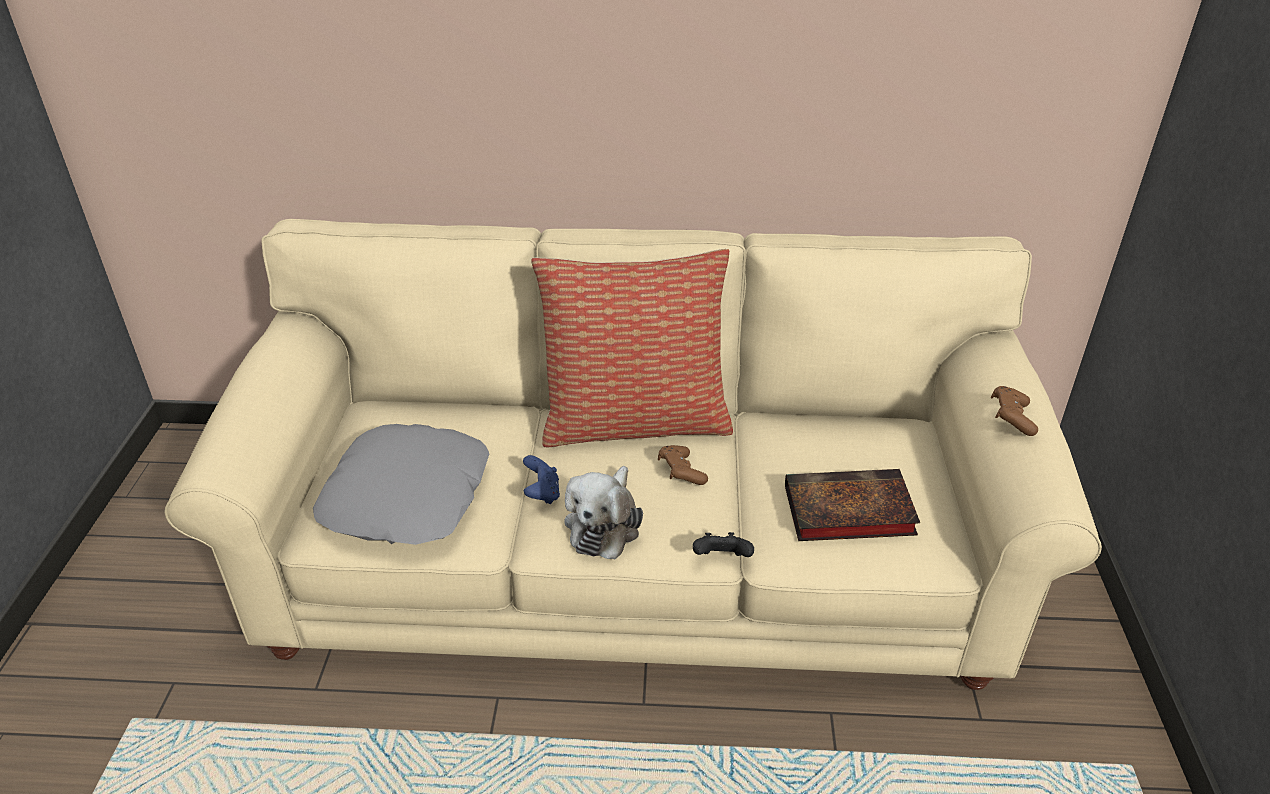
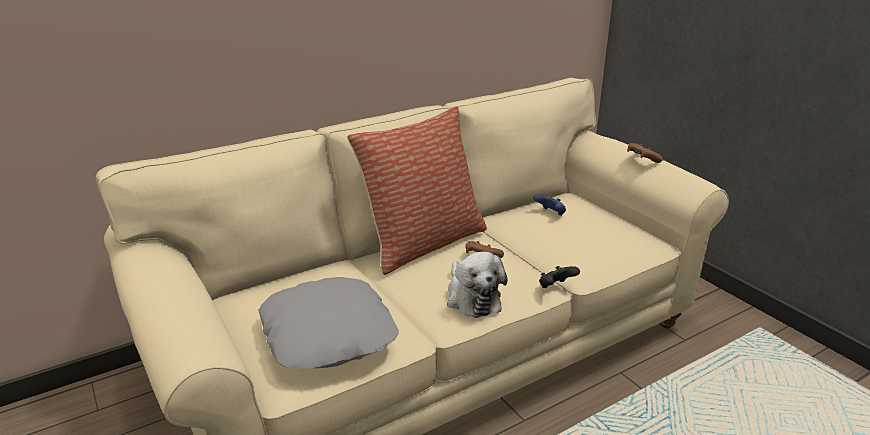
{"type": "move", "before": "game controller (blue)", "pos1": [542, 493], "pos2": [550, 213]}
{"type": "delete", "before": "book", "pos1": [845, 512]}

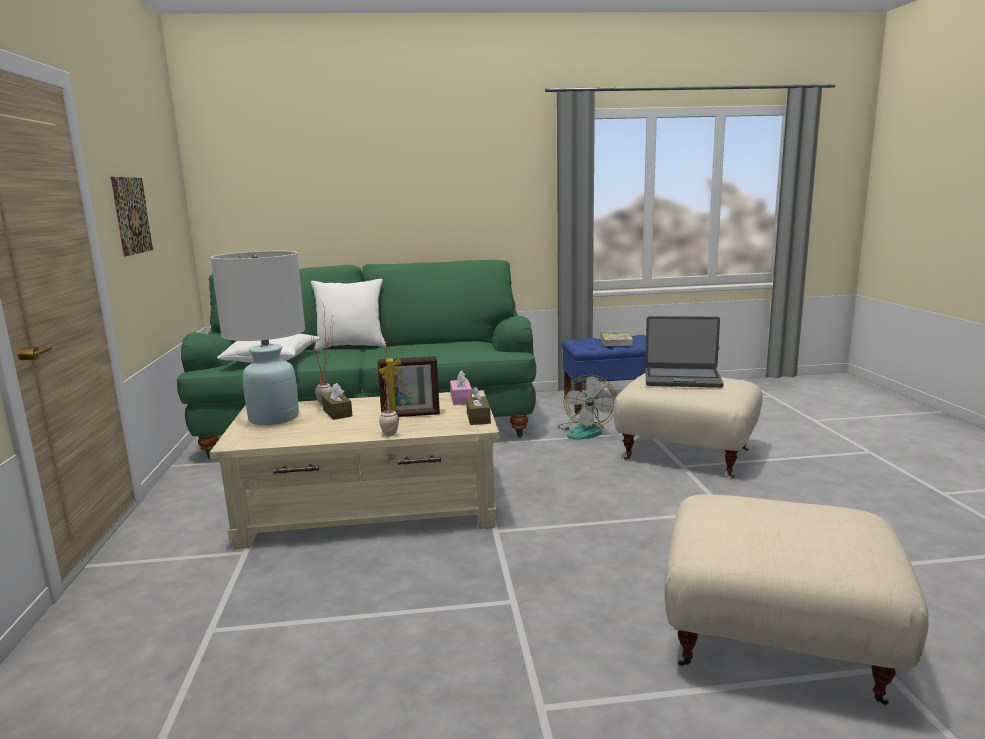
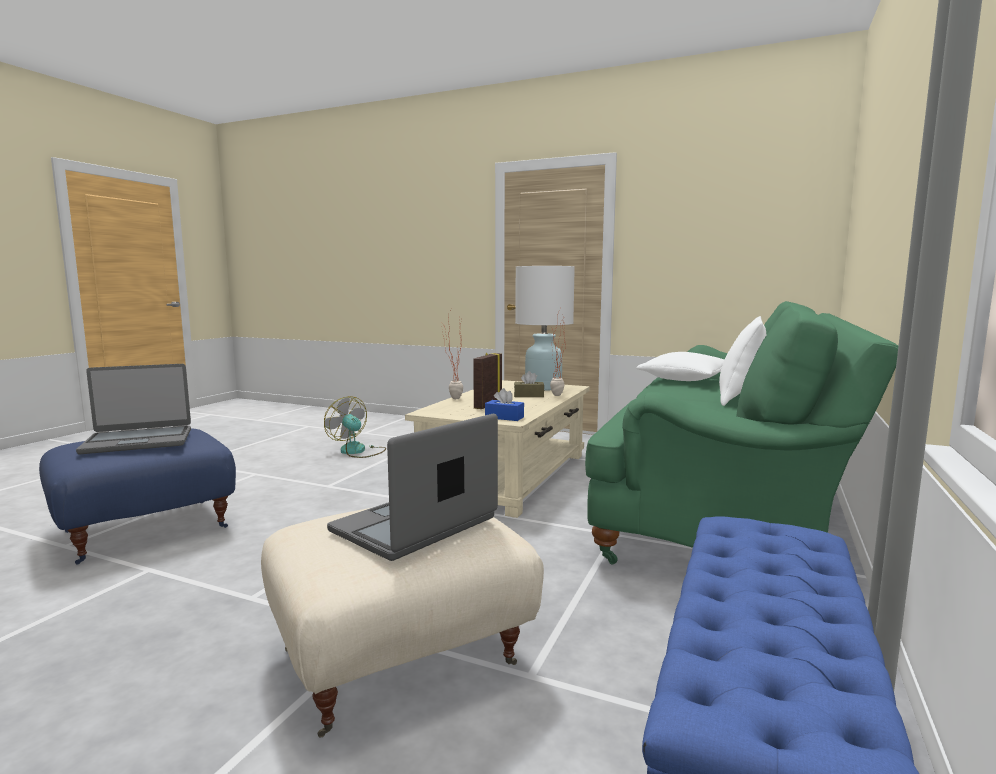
{"type": "recolor", "before": "ottoman (beige)", "after": "ottoman (blue)", "pos1": [775, 645], "pos2": [146, 528]}
{"type": "insert", "after": "laptop", "pos2": [138, 441]}
{"type": "move", "before": "fan", "pos1": [585, 431], "pos2": [357, 451]}
{"type": "recolor", "before": "tissue box (pink)", "after": "tissue box (blue)", "pos1": [461, 399], "pos2": [504, 417]}
{"type": "delete", "before": "picture", "pos1": [132, 215]}
{"type": "delete", "before": "tissue box (brown)", "pos1": [478, 418]}
{"type": "delete", "before": "book", "pos1": [616, 341]}

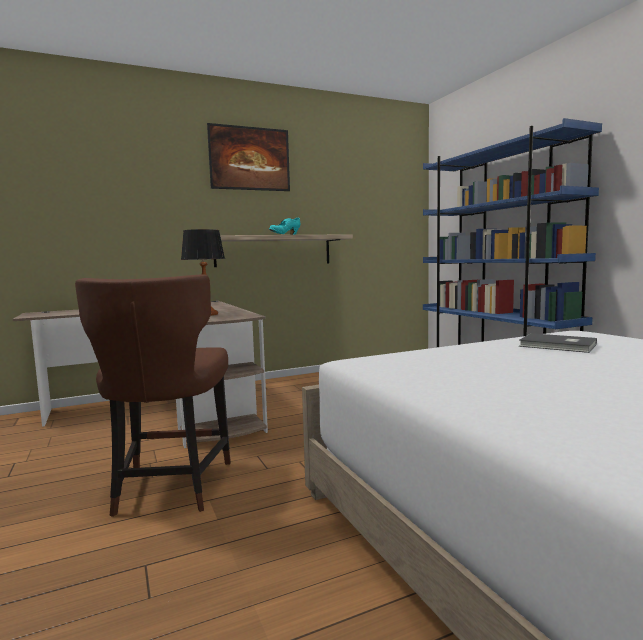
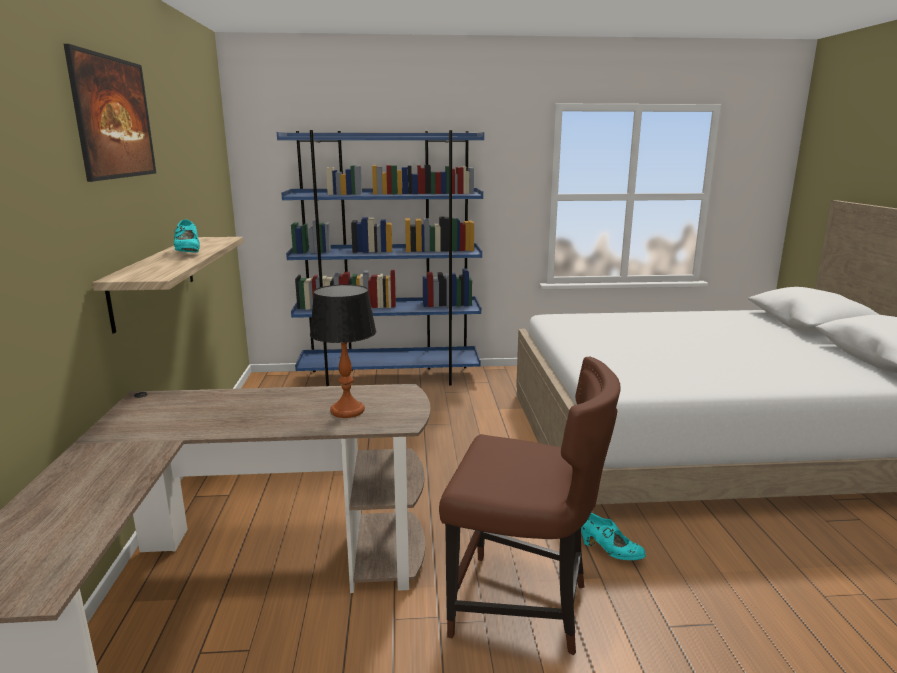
{"type": "insert", "after": "shoe (turquoise)", "pos2": [609, 551]}
{"type": "delete", "before": "book (grey)", "pos1": [558, 346]}

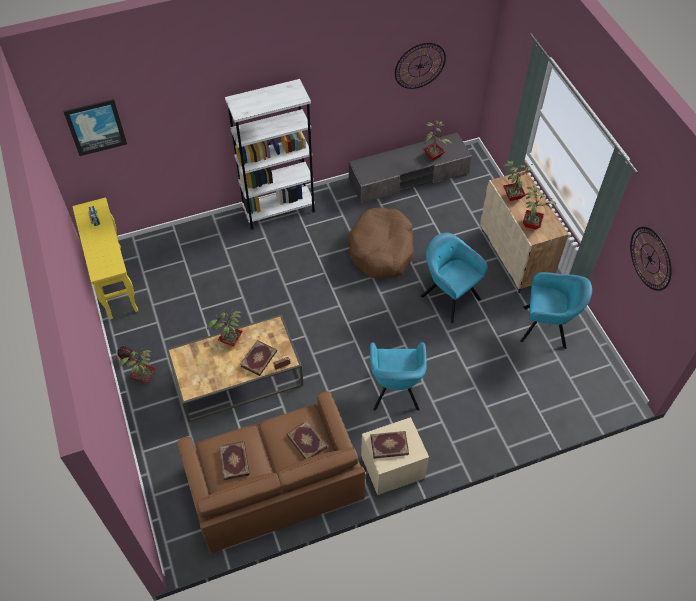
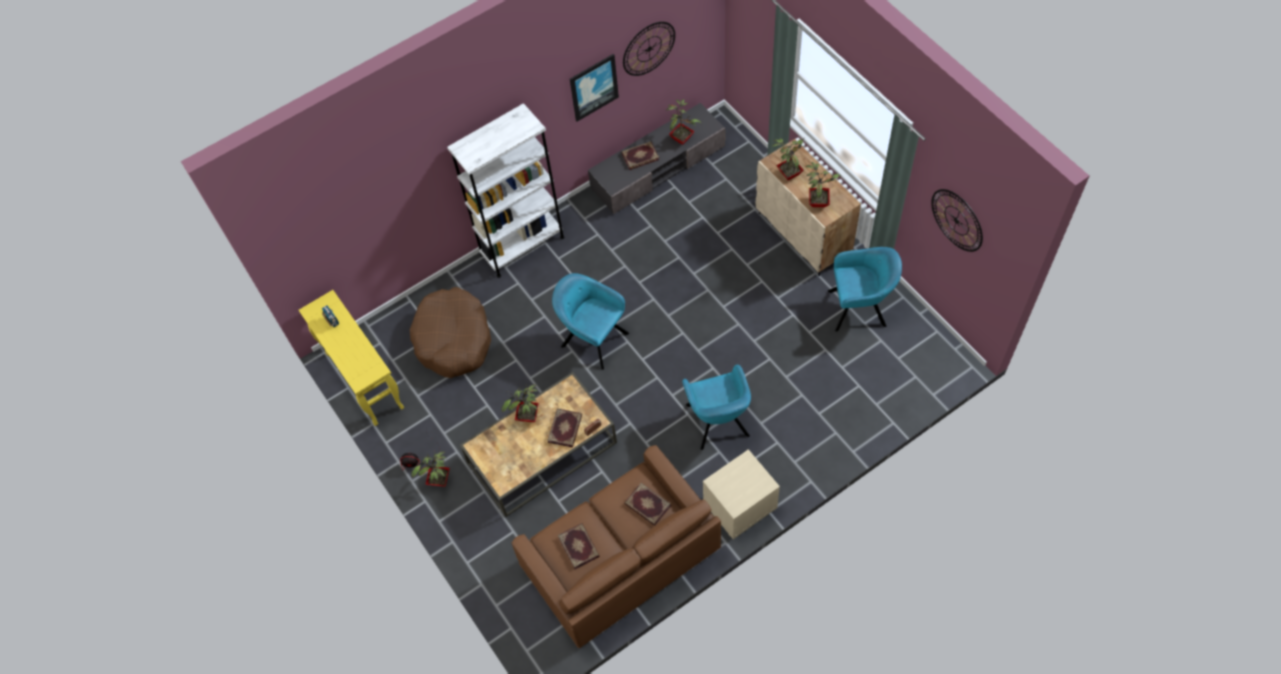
{"type": "move", "before": "dog bed (brown)", "pos1": [381, 250], "pos2": [453, 339]}
{"type": "move", "before": "armchair (turquoise)", "pos1": [448, 296], "pos2": [592, 338]}
{"type": "move", "before": "picture", "pos1": [96, 127], "pos2": [593, 87]}
{"type": "move", "before": "book", "pos1": [389, 444], "pos2": [640, 156]}

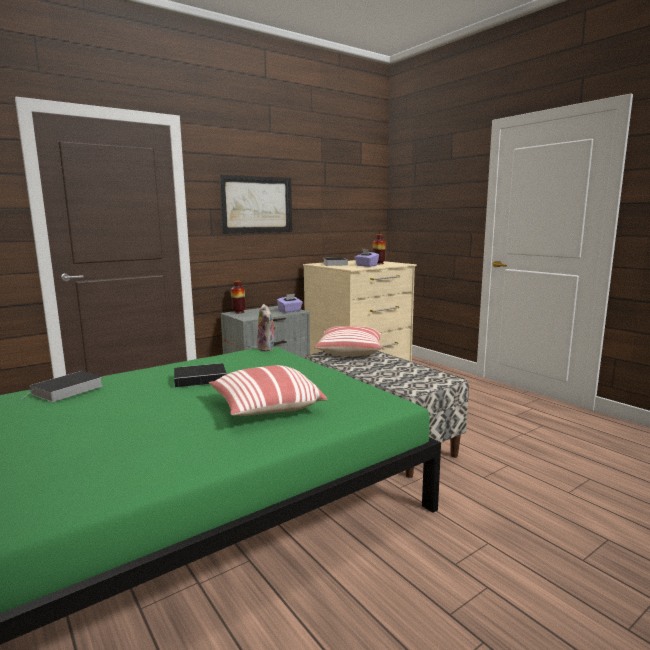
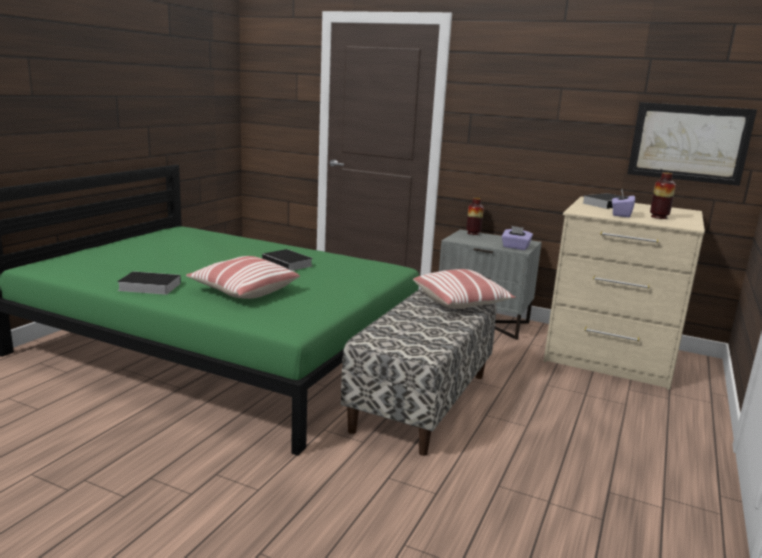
{"type": "move", "before": "book", "pos1": [66, 390], "pos2": [147, 287]}
{"type": "move", "before": "picture", "pos1": [257, 205], "pos2": [688, 143]}
{"type": "delete", "before": "plush toy", "pos1": [267, 348]}

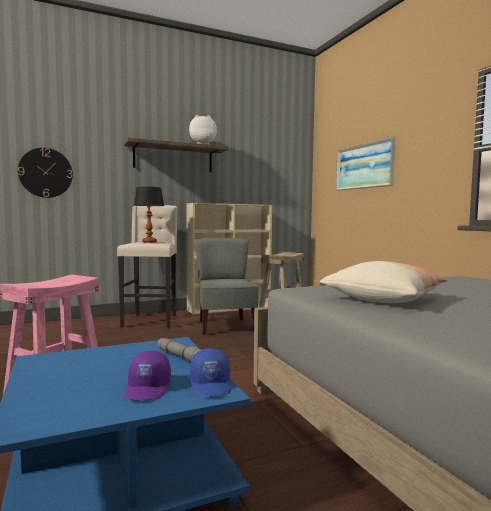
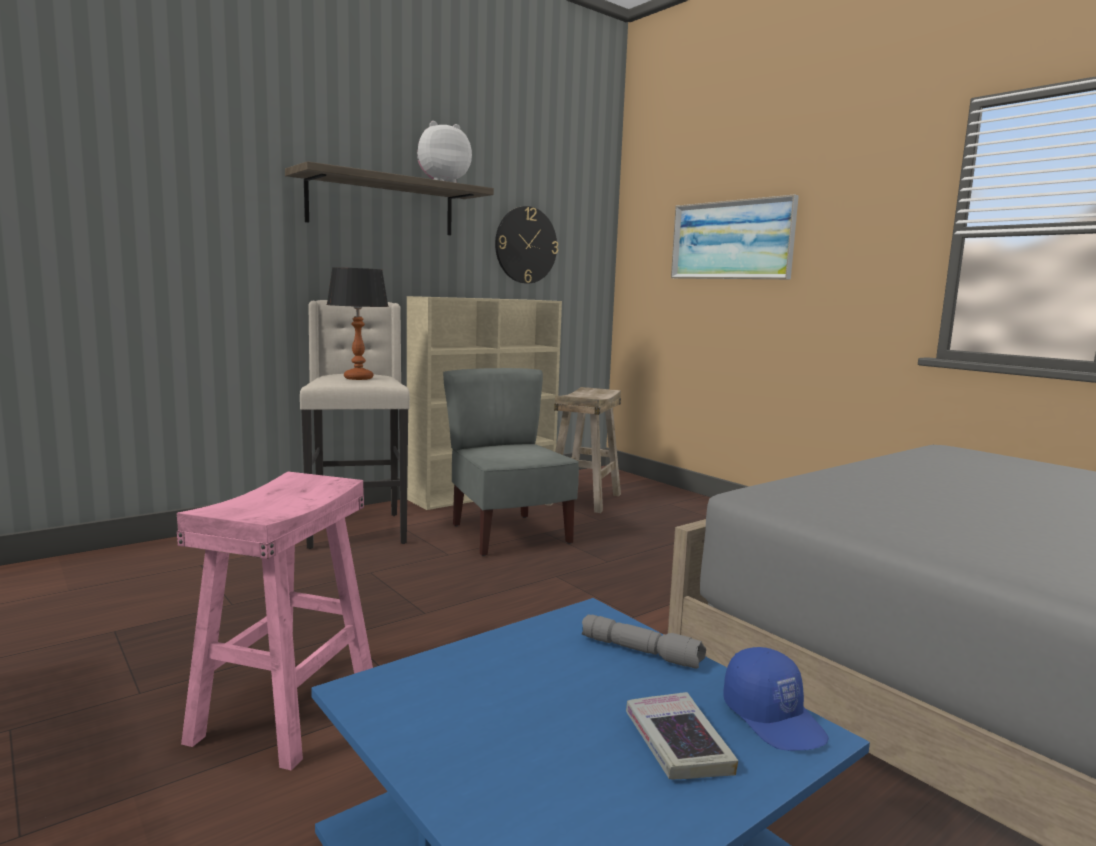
{"type": "move", "before": "wall clock", "pos1": [46, 173], "pos2": [526, 245]}
{"type": "replace", "before": "cap (purple)", "after": "book", "pos1": [148, 388], "pos2": [677, 744]}
{"type": "delete", "before": "pillow", "pos1": [383, 298]}

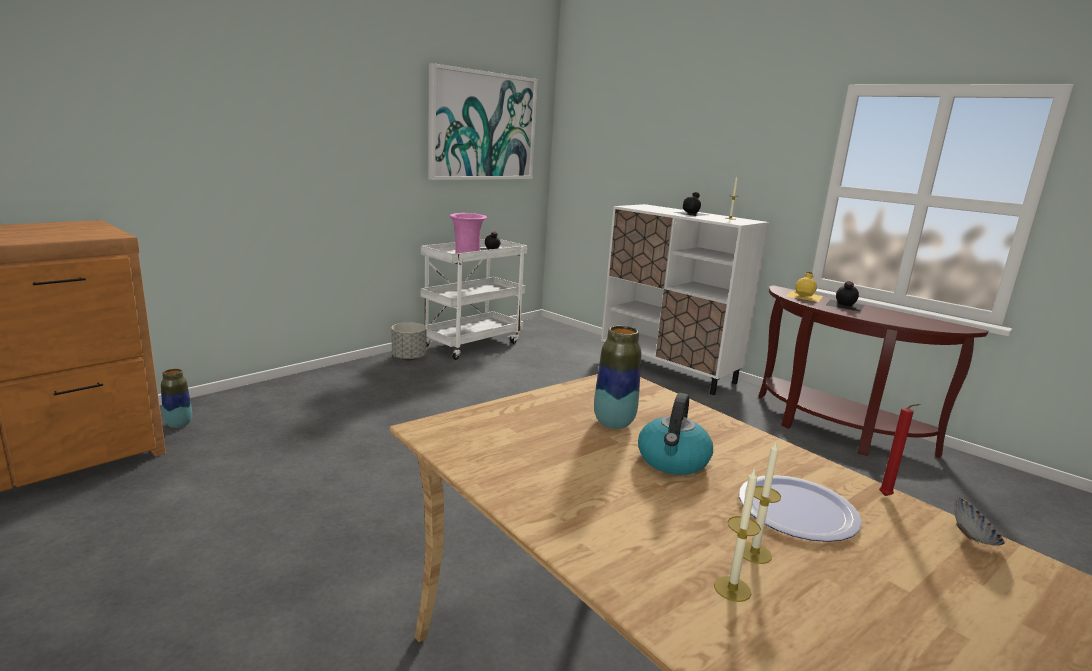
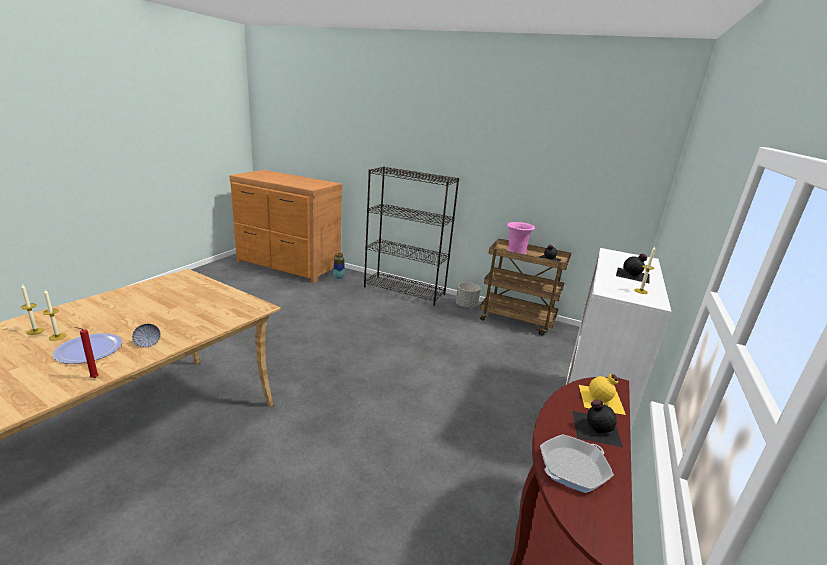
{"type": "move", "before": "bowl", "pos1": [973, 539], "pos2": [148, 343]}
{"type": "insert", "after": "bookcase (black)", "pos2": [405, 291]}
{"type": "recolor", "before": "cart (white)", "after": "cart (brown)", "pos1": [472, 344], "pos2": [517, 320]}
{"type": "insert", "after": "frying pan", "pos2": [573, 468]}
{"type": "delete", "before": "picture", "pos1": [483, 126]}
{"type": "delete", "before": "vase", "pos1": [613, 423]}
{"type": "delete", "before": "kettle", "pos1": [673, 461]}

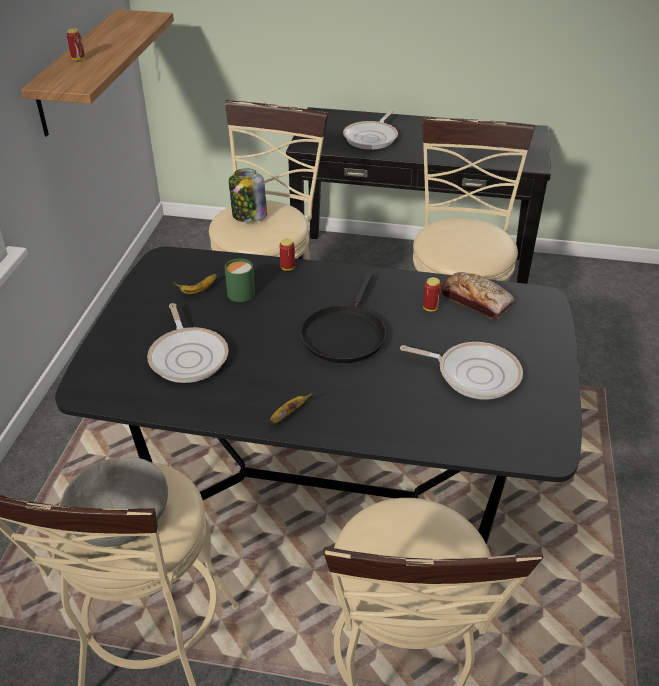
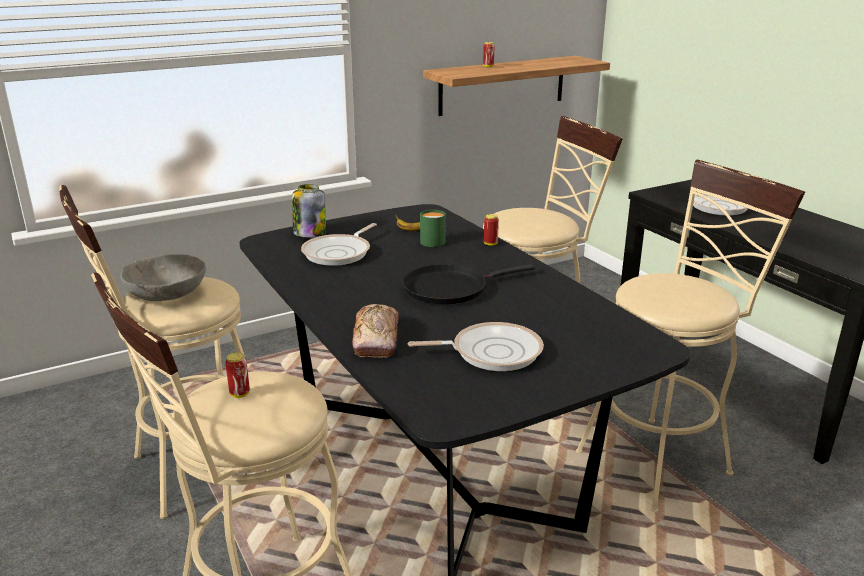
{"type": "move", "before": "can", "pos1": [430, 308], "pos2": [240, 394]}
{"type": "move", "before": "jar", "pos1": [249, 216], "pos2": [309, 233]}
{"type": "move", "before": "bread", "pos1": [476, 301], "pos2": [376, 339]}
{"type": "rotate", "before": "frying pan", "pos1": [473, 374], "pos2": [491, 352], "turn": -75}
{"type": "delete", "before": "banana", "pos1": [288, 415]}

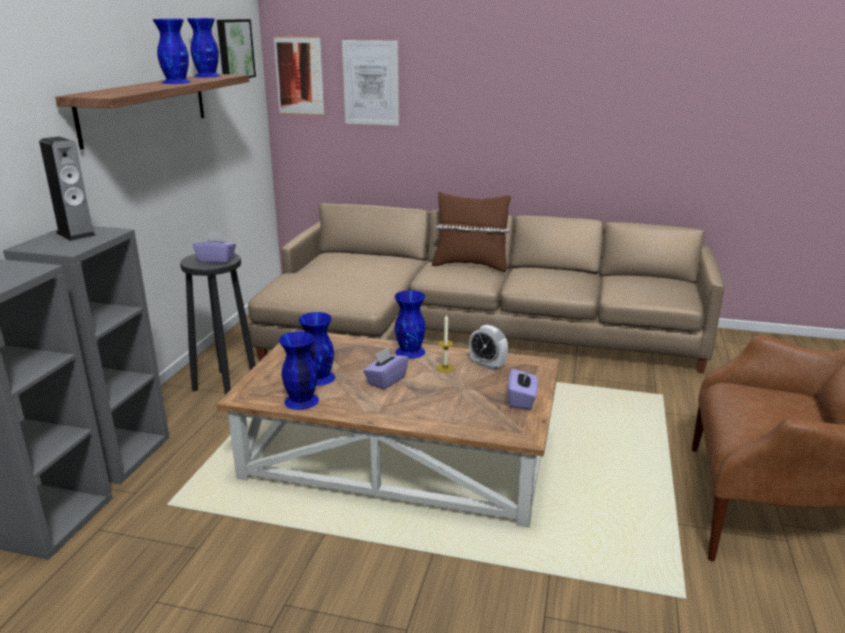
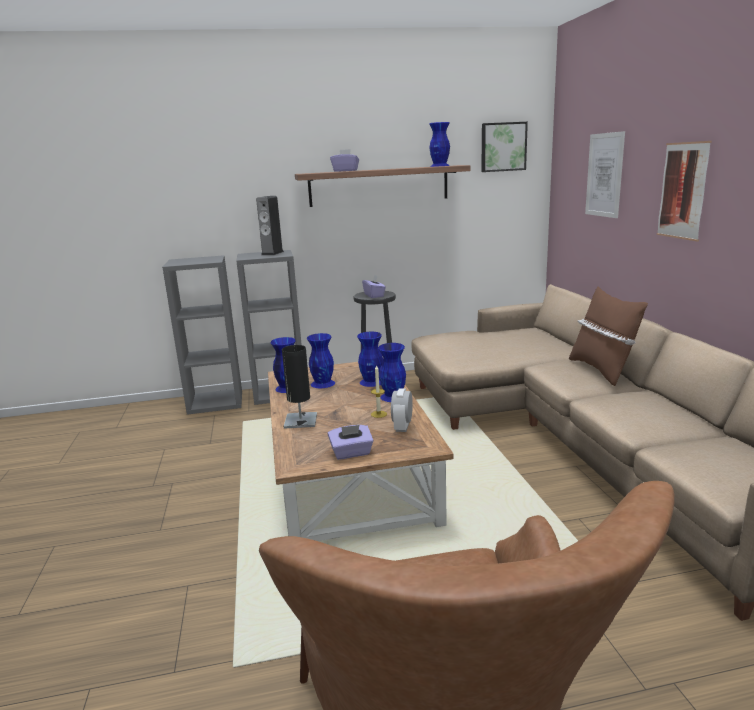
{"type": "insert", "after": "table lamp (black)", "pos2": [300, 421]}
{"type": "move", "before": "tissue box (purple)", "pos1": [386, 380], "pos2": [345, 171]}
{"type": "move", "before": "vase (blue)", "pos1": [177, 82], "pos2": [372, 382]}
{"type": "move", "before": "picture", "pos1": [299, 76], "pos2": [683, 191]}

